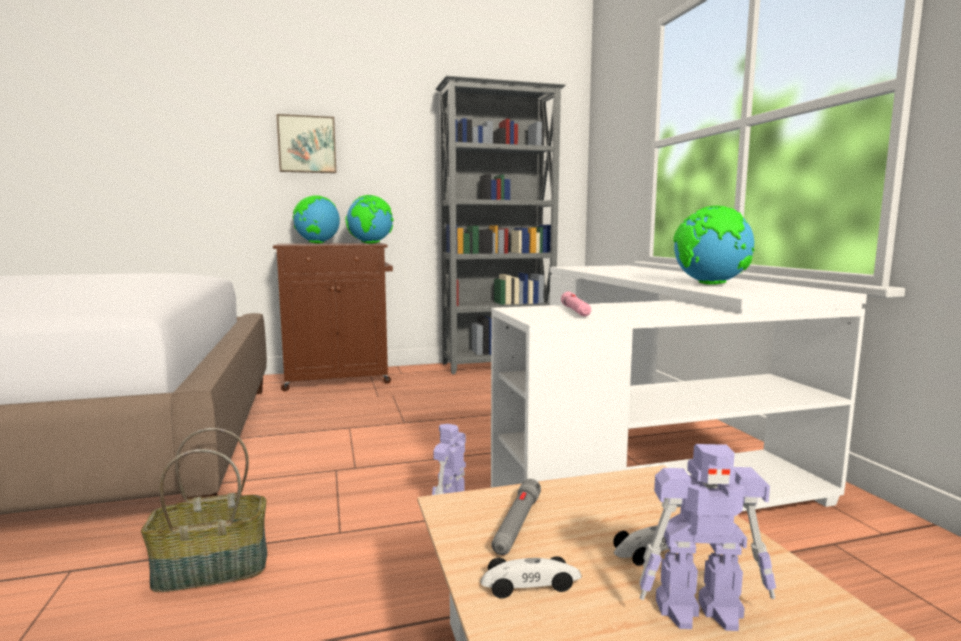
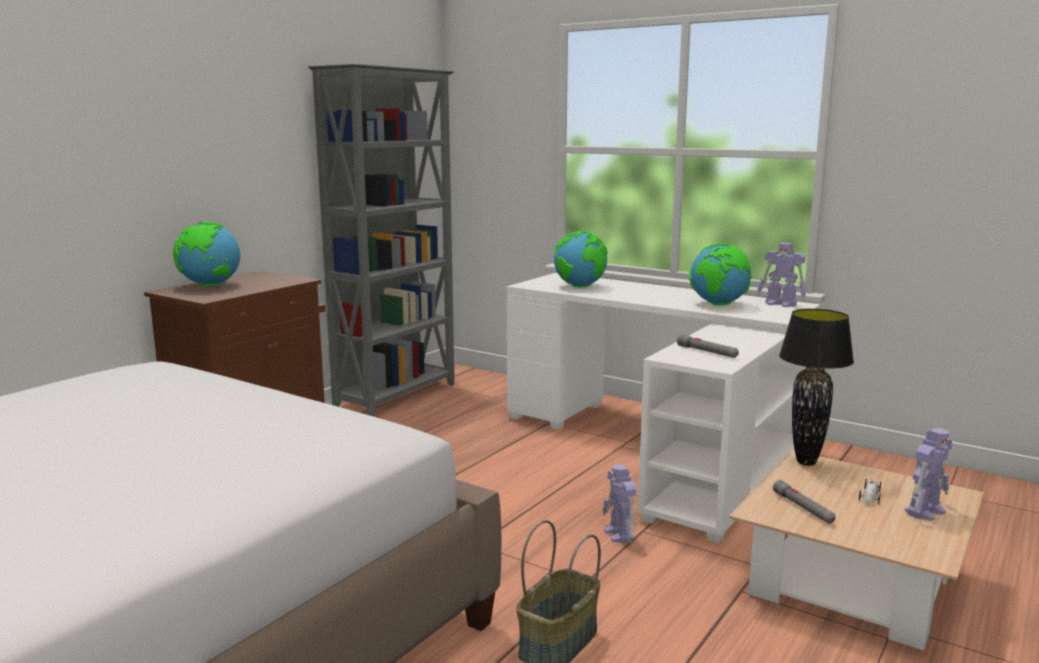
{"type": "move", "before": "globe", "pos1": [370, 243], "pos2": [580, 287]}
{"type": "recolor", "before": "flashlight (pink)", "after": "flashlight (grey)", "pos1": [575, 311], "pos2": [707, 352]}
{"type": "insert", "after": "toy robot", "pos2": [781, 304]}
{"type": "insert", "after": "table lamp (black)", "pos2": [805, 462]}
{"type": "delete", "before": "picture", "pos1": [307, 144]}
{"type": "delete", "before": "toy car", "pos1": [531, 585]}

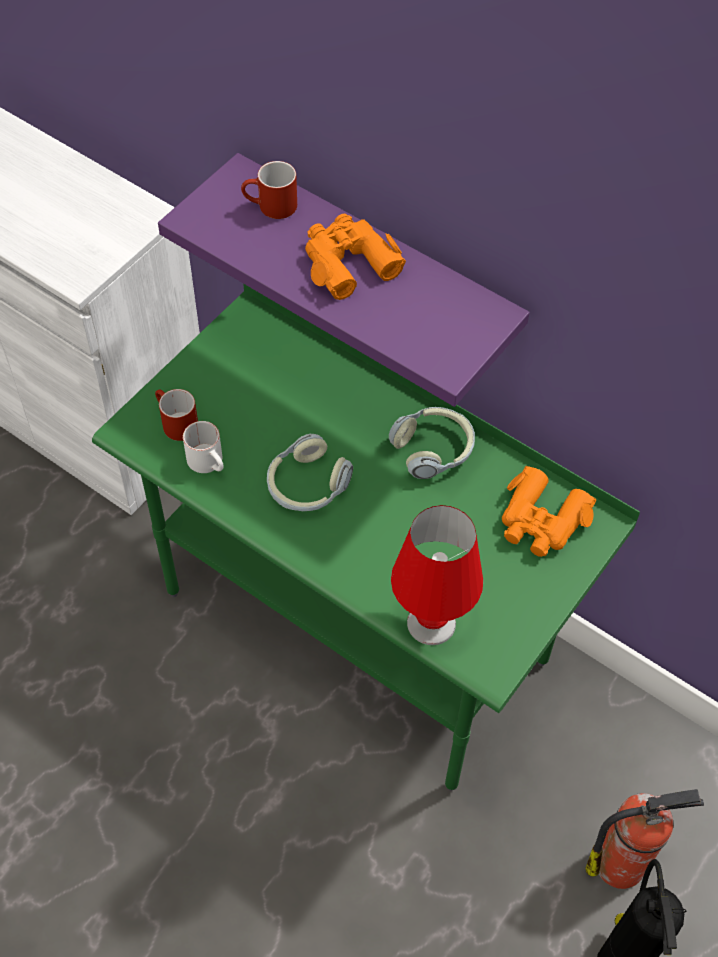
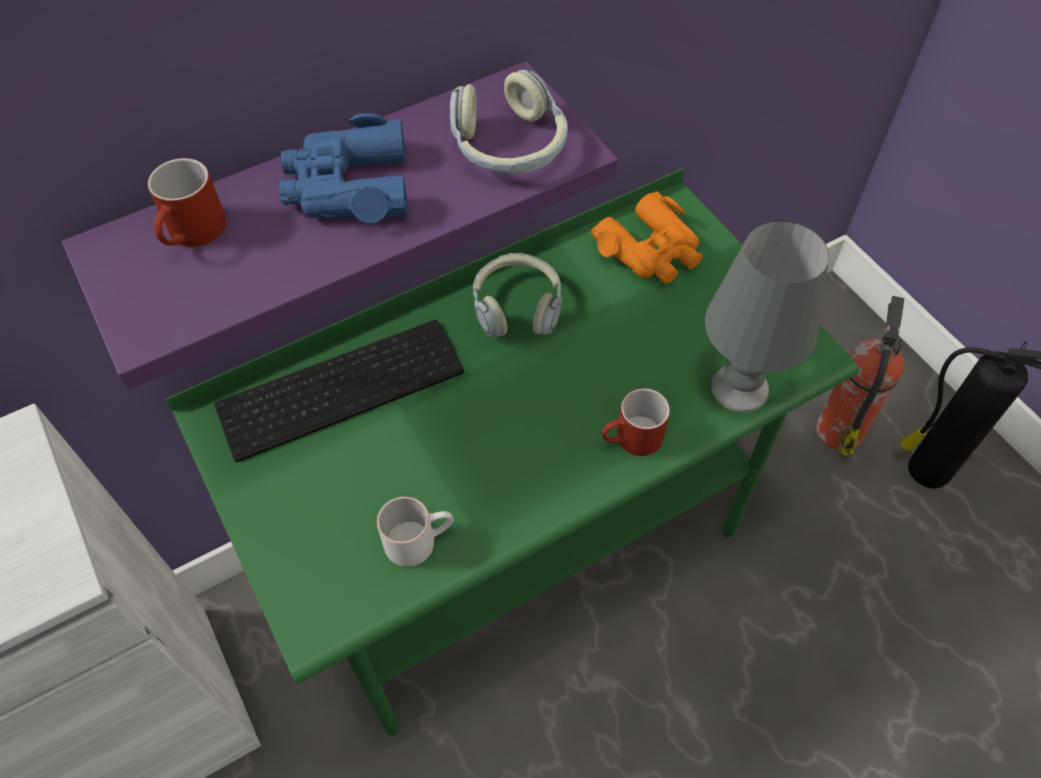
{"type": "insert", "after": "keyboard", "pos2": [342, 384]}
{"type": "recolor", "before": "binoculars (orange)", "after": "binoculars (blue)", "pos1": [348, 262], "pos2": [348, 187]}
{"type": "move", "before": "headphones", "pos1": [307, 485], "pos2": [509, 146]}
{"type": "move", "before": "mug (red)", "pos1": [175, 423], "pos2": [631, 441]}
{"type": "recolor", "before": "table lamp (red)", "after": "table lamp (grey)", "pos1": [431, 623], "pos2": [740, 388]}

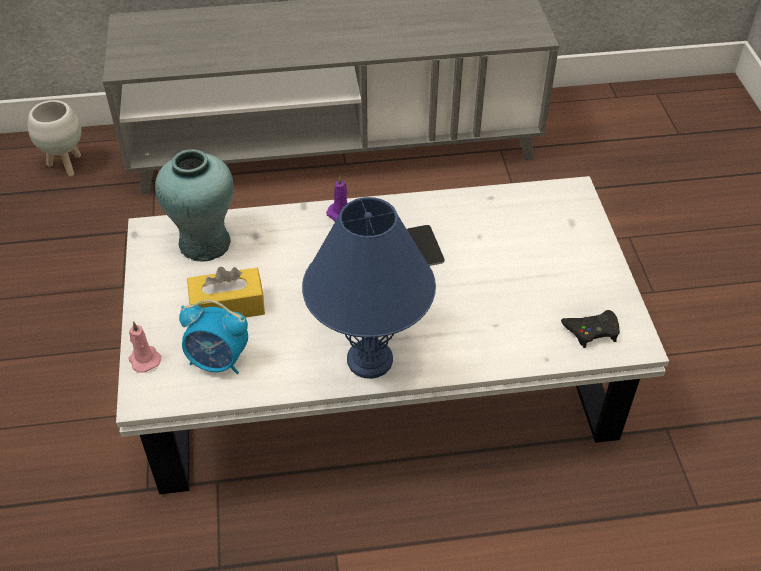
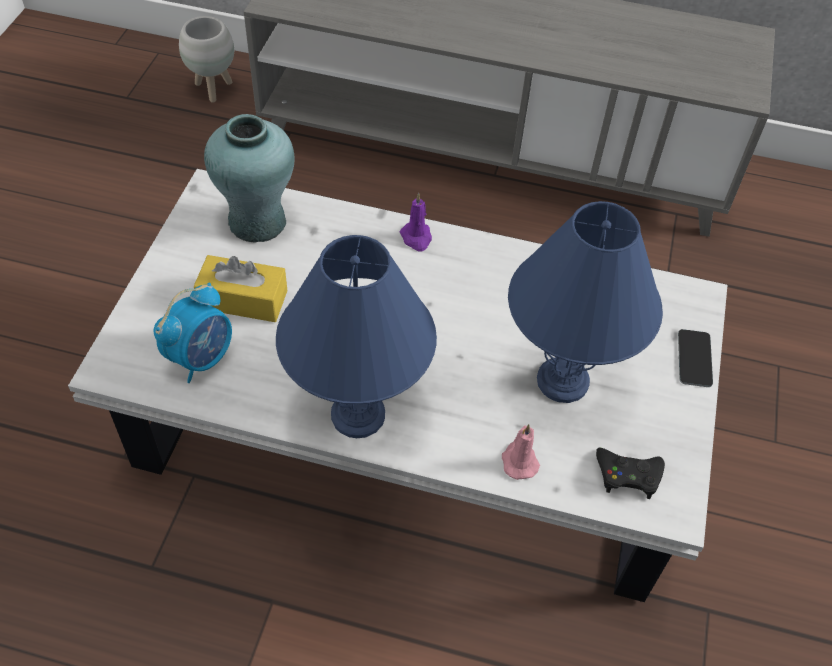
{"type": "rotate", "before": "alarm clock", "pos1": [218, 361], "pos2": [201, 357], "turn": -90}
{"type": "move", "before": "candle (pink)", "pos1": [144, 359], "pos2": [518, 461]}
{"type": "insert", "after": "table lamp (blue)", "pos2": [562, 380]}
{"type": "move", "before": "phone", "pos1": [424, 246], "pos2": [694, 358]}

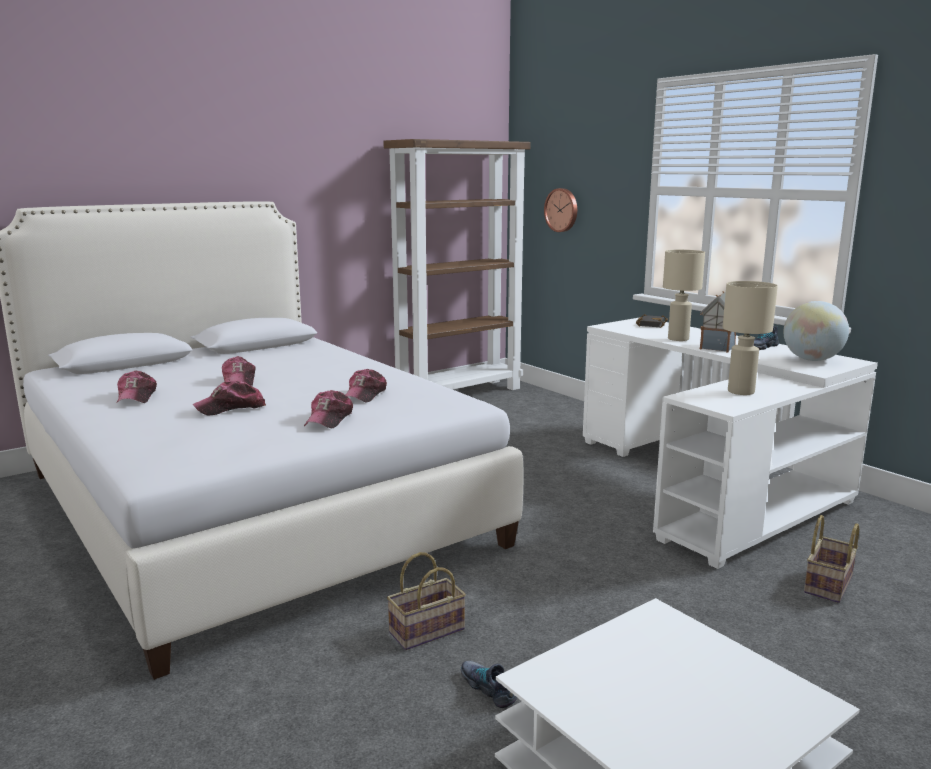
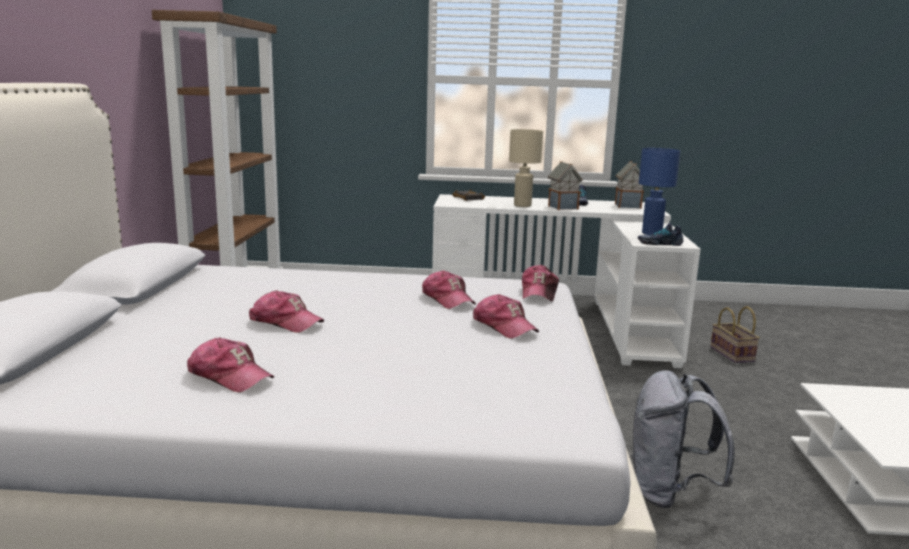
{"type": "move", "before": "cap", "pos1": [231, 408], "pos2": [539, 293]}
{"type": "replace", "before": "globe", "after": "toy house", "pos1": [812, 360], "pos2": [628, 206]}
{"type": "replace", "before": "basket", "after": "backpack (grey)", "pos1": [426, 632], "pos2": [669, 493]}
{"type": "move", "before": "shoe", "pos1": [488, 688], "pos2": [659, 243]}
{"type": "recolor", "before": "table lamp (beige)", "after": "table lamp (blue)", "pos1": [741, 392], "pos2": [652, 233]}
{"type": "delete", "before": "wall clock", "pos1": [562, 210]}

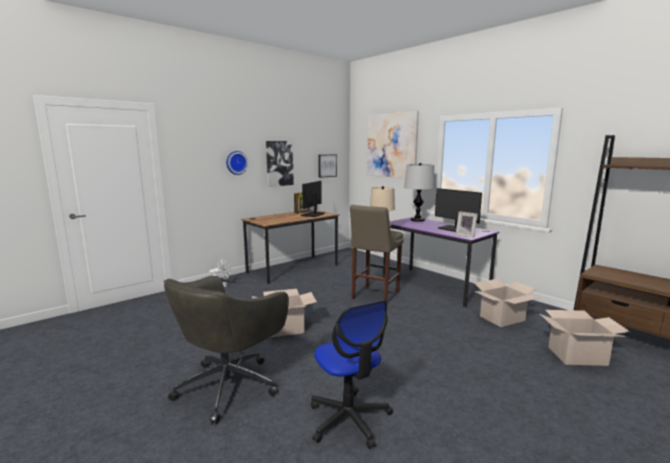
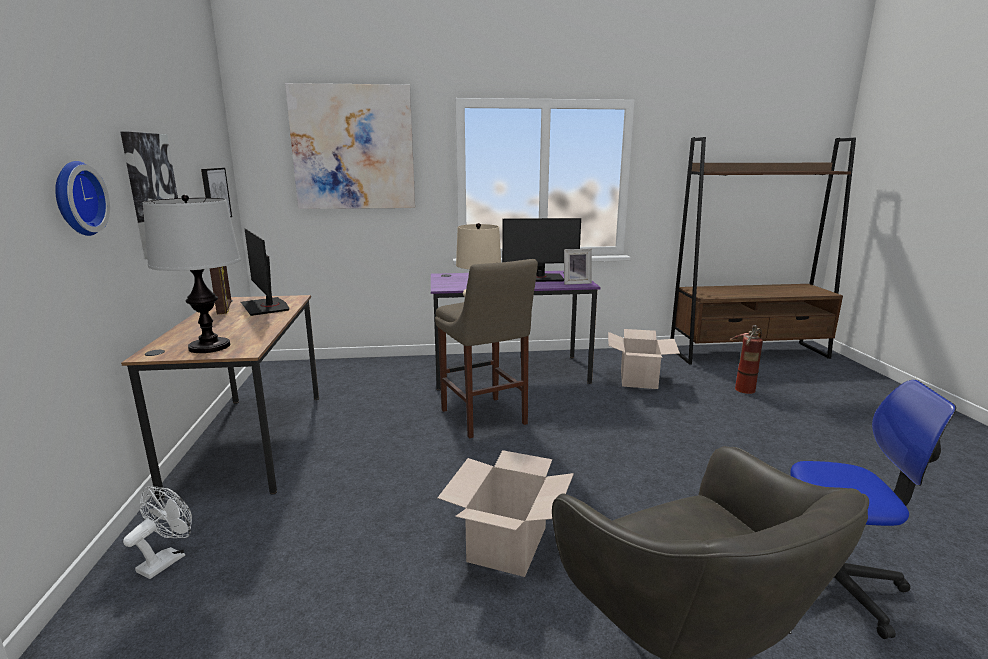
{"type": "move", "before": "table lamp", "pos1": [417, 220], "pos2": [210, 347]}
{"type": "replace", "before": "cardboard box", "after": "fire extinguisher", "pos1": [577, 356], "pos2": [744, 386]}

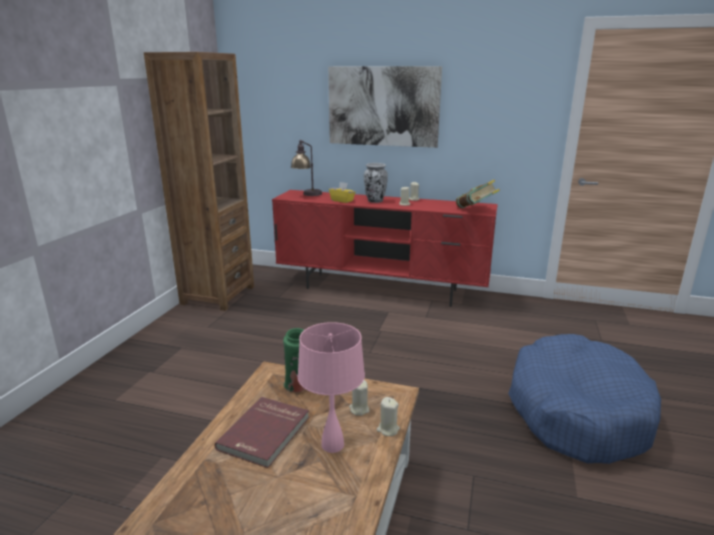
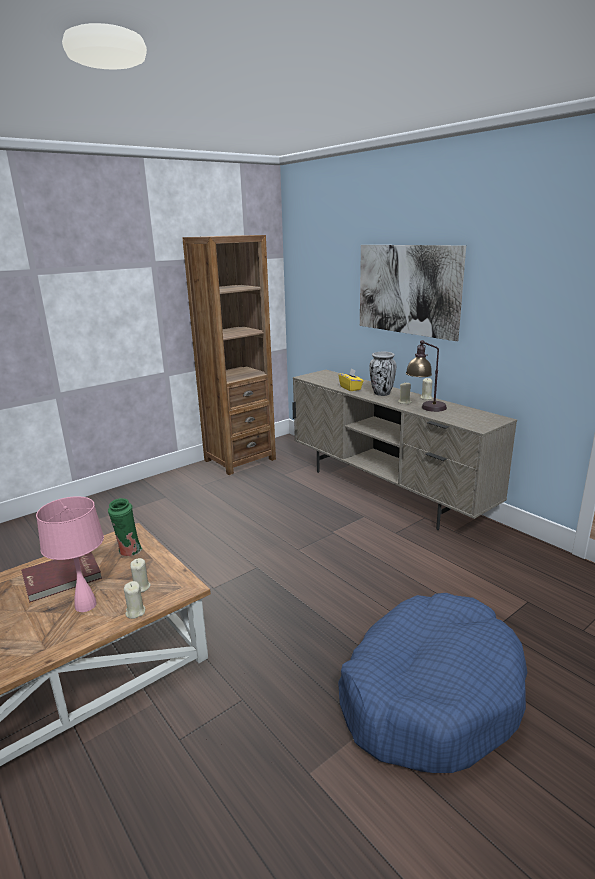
{"type": "recolor", "before": "tv stand (red)", "after": "tv stand (beige)", "pos1": [382, 289], "pos2": [386, 492]}
{"type": "move", "before": "table lamp", "pos1": [307, 195], "pos2": [425, 408]}
{"type": "delete", "before": "book", "pos1": [475, 210]}

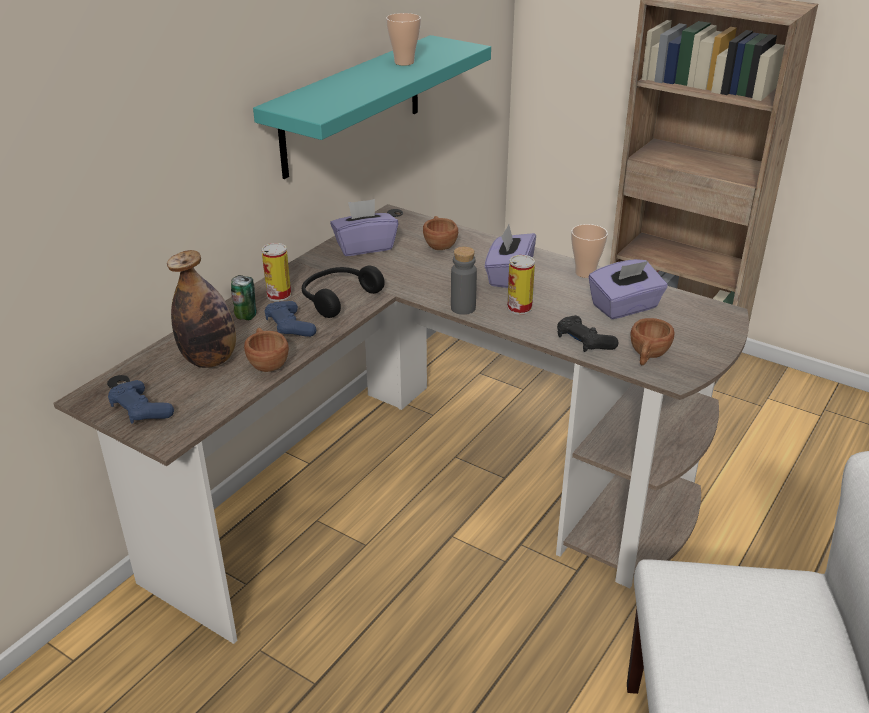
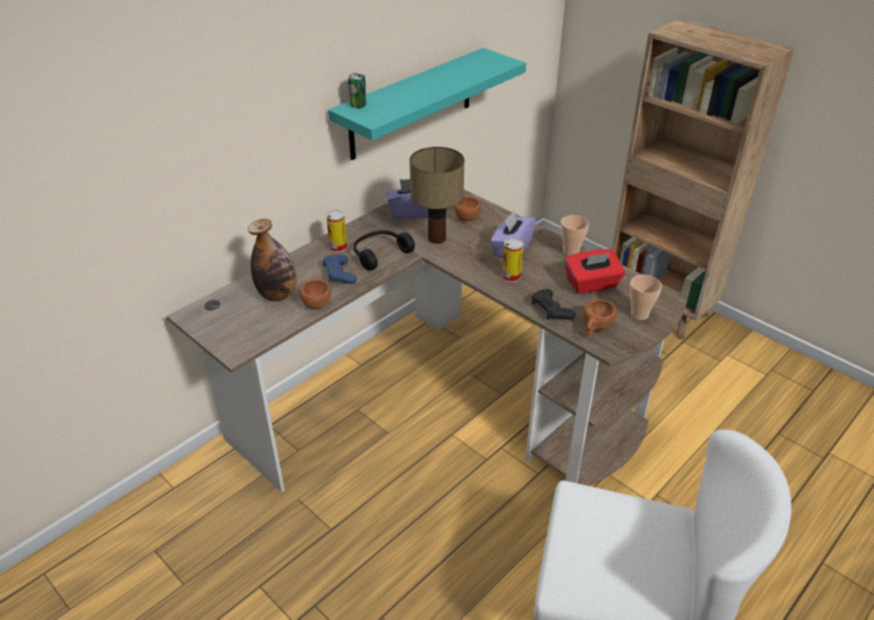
{"type": "move", "before": "can", "pos1": [245, 316], "pos2": [358, 105]}
{"type": "insert", "after": "table lamp", "pos2": [436, 238]}
{"type": "recolor", "before": "tissue box (purple)", "after": "tissue box (red)", "pos1": [625, 307], "pos2": [592, 284]}
{"type": "move", "before": "cup", "pos1": [404, 62], "pos2": [639, 314]}
{"type": "delete", "before": "game controller (blue)", "pos1": [140, 410]}
{"type": "delete", "before": "bottle (grey)", "pos1": [463, 308]}

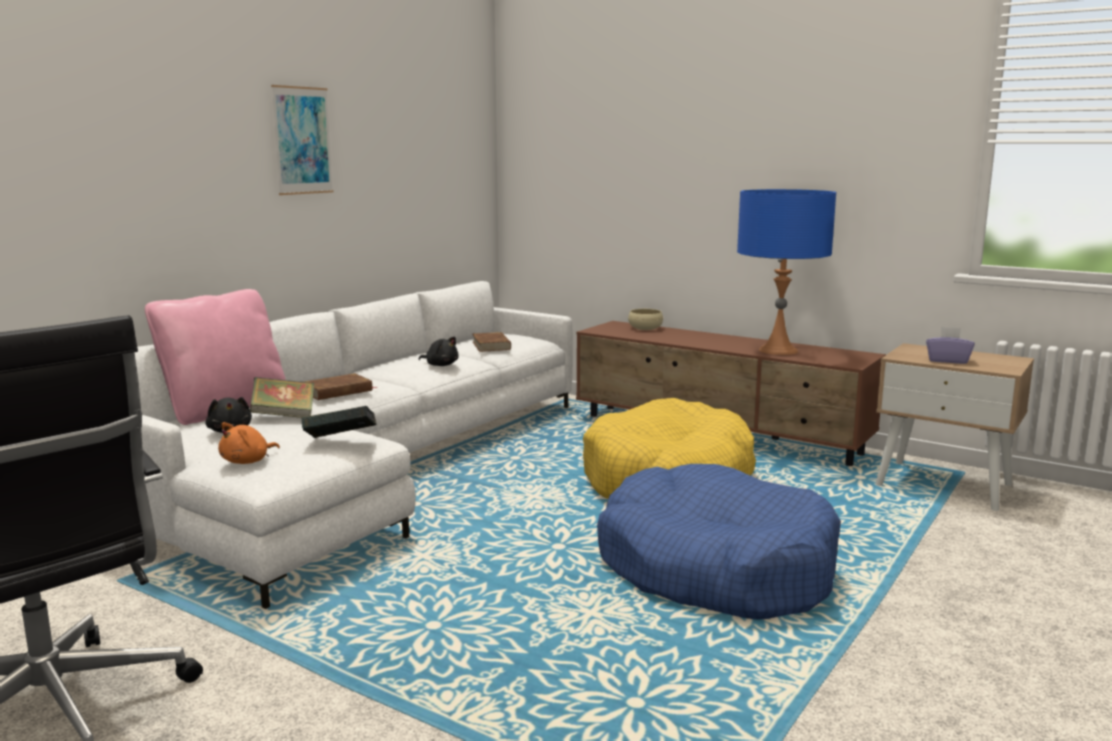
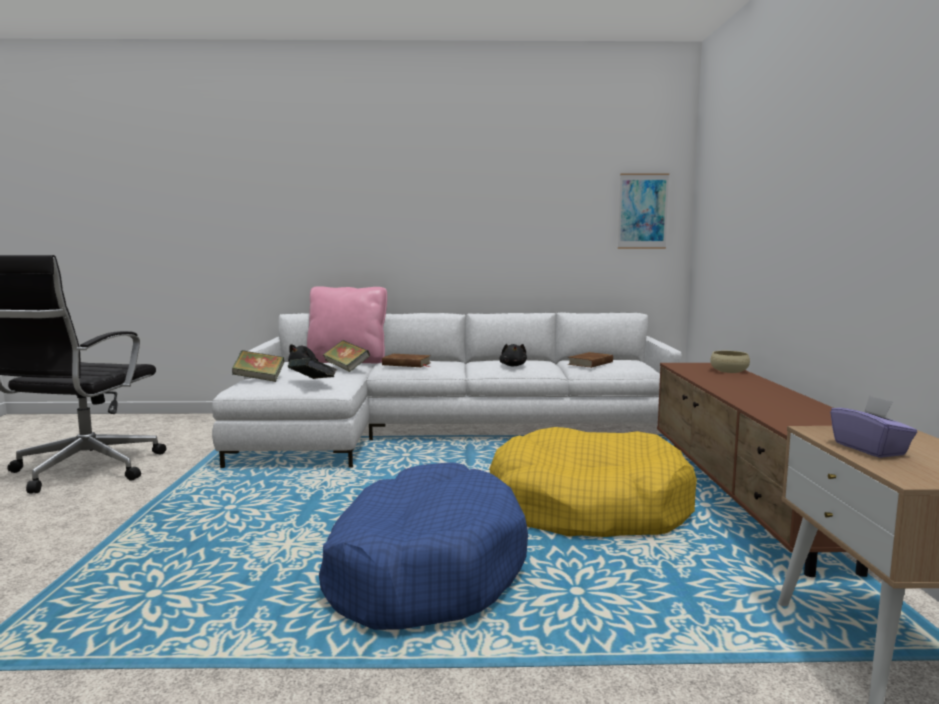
{"type": "replace", "before": "plush toy (orange)", "after": "book", "pos1": [248, 461], "pos2": [259, 379]}
{"type": "move", "before": "picture", "pos1": [302, 140], "pos2": [642, 211]}
{"type": "delete", "before": "table lamp (blue)", "pos1": [778, 350]}

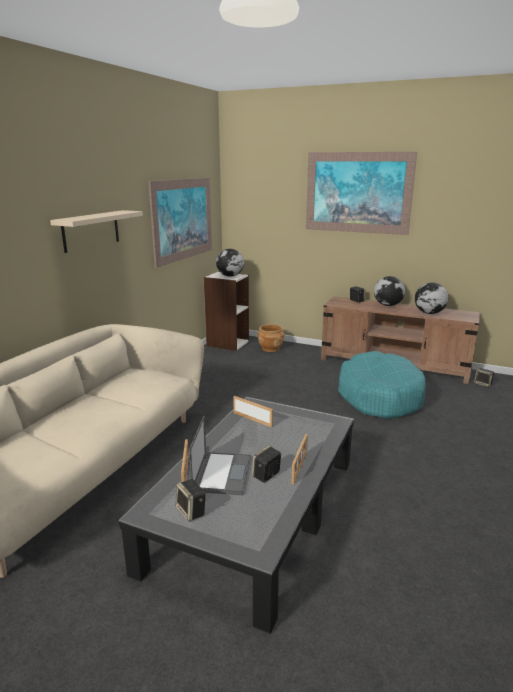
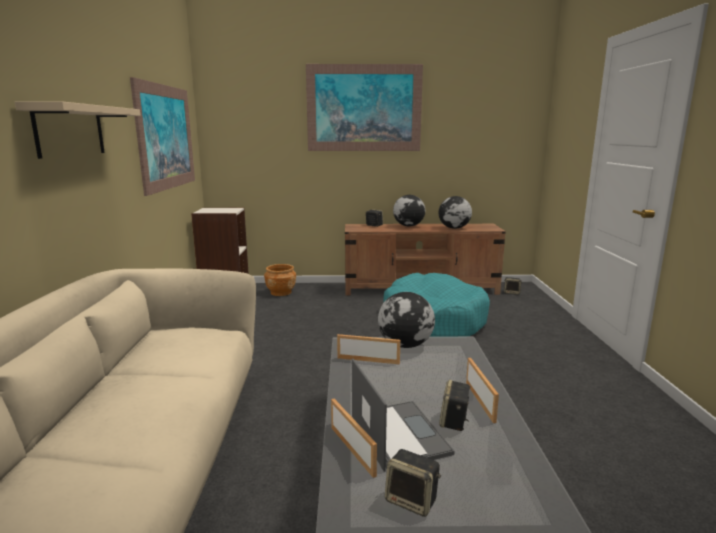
{"type": "move", "before": "globe", "pos1": [230, 276], "pos2": [405, 345]}

